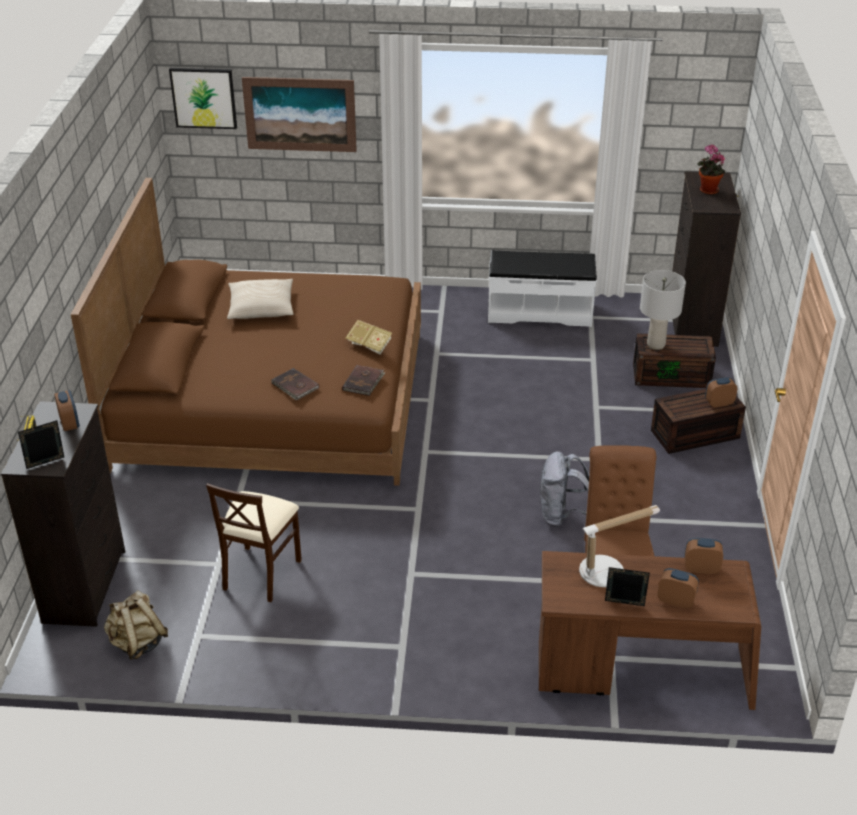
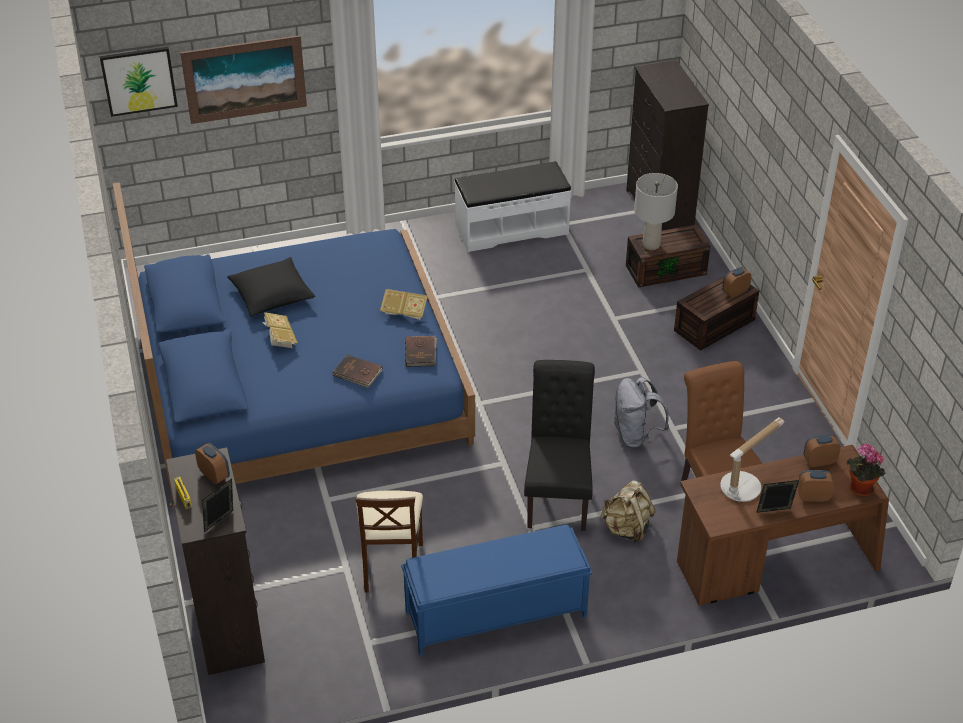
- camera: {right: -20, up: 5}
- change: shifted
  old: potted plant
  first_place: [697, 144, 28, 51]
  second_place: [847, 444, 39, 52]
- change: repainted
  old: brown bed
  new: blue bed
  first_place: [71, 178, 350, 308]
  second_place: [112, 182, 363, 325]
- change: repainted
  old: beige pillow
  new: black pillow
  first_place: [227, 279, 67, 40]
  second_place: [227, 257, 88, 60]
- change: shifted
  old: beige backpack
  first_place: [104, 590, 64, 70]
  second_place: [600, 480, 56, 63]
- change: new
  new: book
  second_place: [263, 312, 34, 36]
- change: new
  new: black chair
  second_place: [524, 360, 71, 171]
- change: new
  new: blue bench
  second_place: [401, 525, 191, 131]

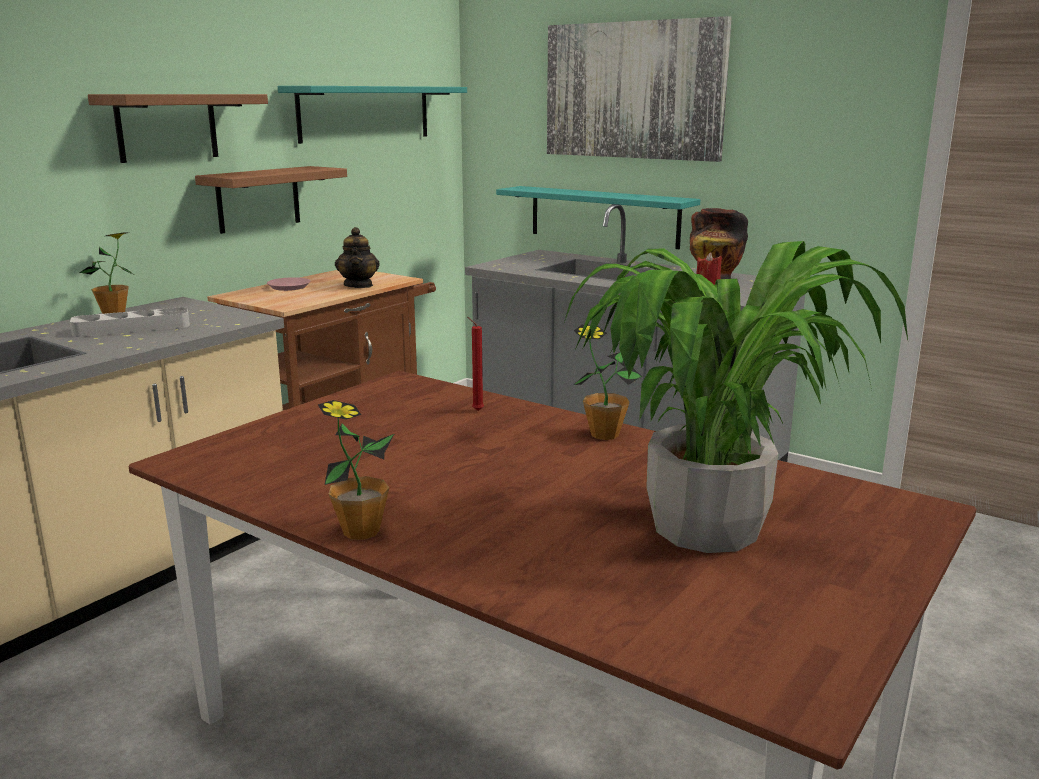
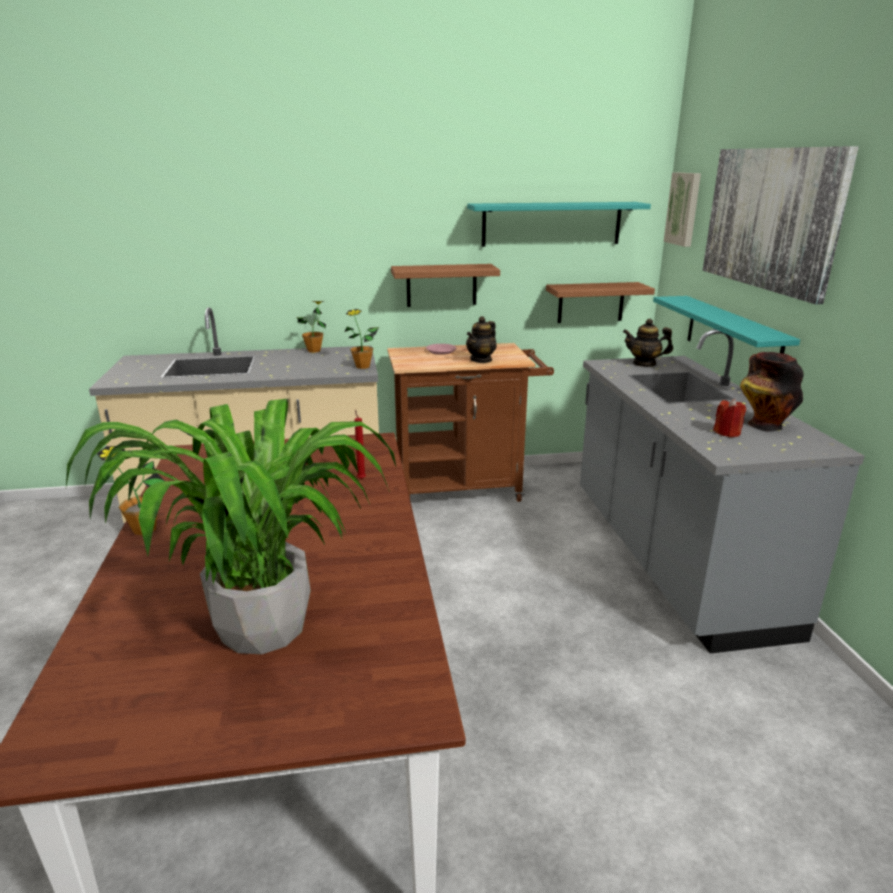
- camera: {right: 45, up: 5}
- change: shifted
  old: shelf
  first_place: [88, 94, 180, 69]
  second_place: [546, 282, 109, 41]
- change: gone
  old: grey tray
  first_place: [70, 307, 120, 30]
- change: shifted
  old: potted plant
  first_place: [574, 325, 68, 115]
  second_place: [344, 309, 35, 60]
- change: new
  new: picture
  second_place: [664, 173, 37, 74]
- change: new
  new: teapot
  second_place: [623, 319, 50, 48]

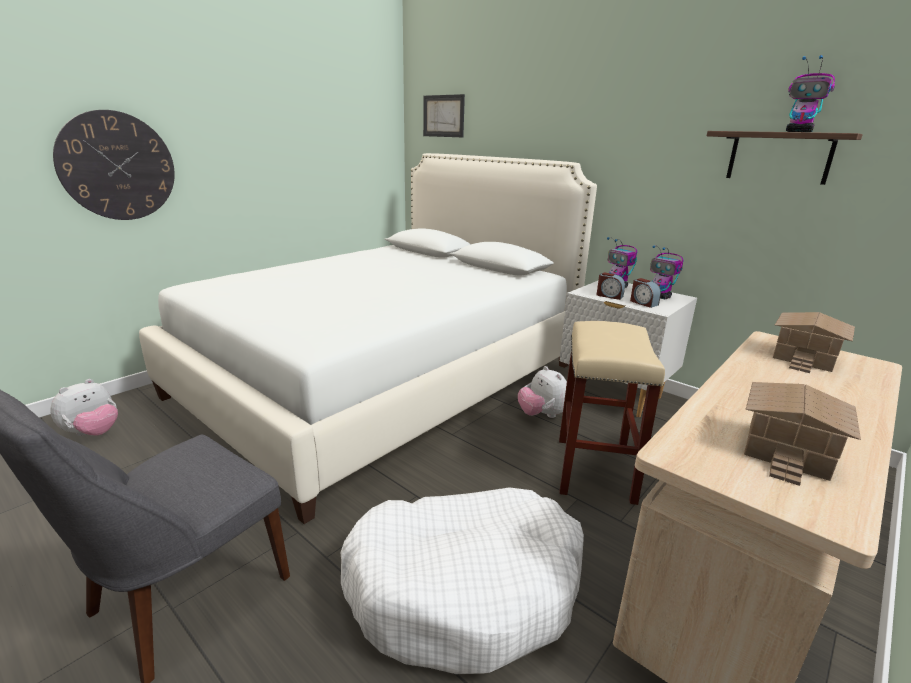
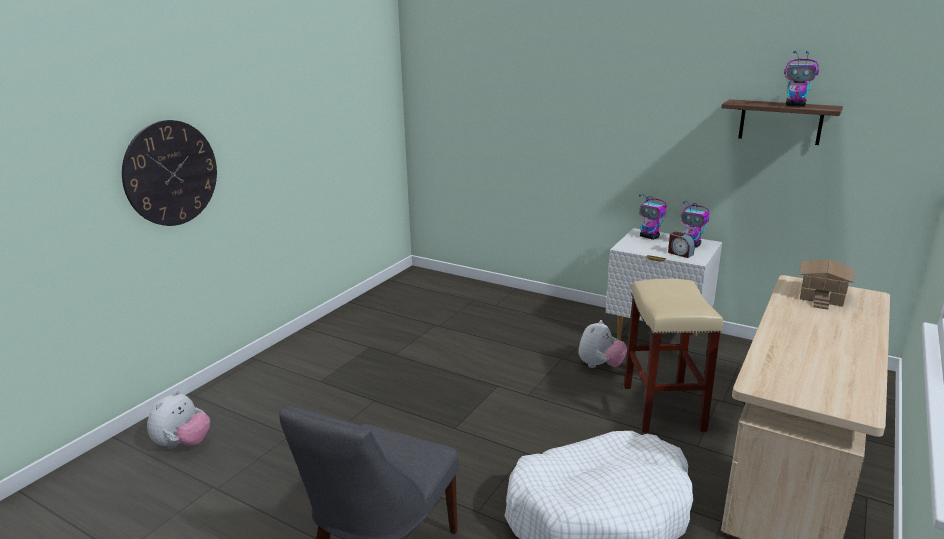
- camera: {right: -10, up: 0}
- change: gone
  old: picture
  first_place: [423, 94, 42, 43]
- change: gone
  old: white bed
  first_place: [139, 153, 458, 371]
- change: gone
  old: alarm clock
  first_place: [597, 272, 28, 28]
- change: rotated
  old: plush toy
  first_place: [518, 366, 49, 52]
  second_place: [578, 320, 49, 48]
  degrees: -105
- change: gone
  old: toy house
  first_place: [744, 382, 117, 104]

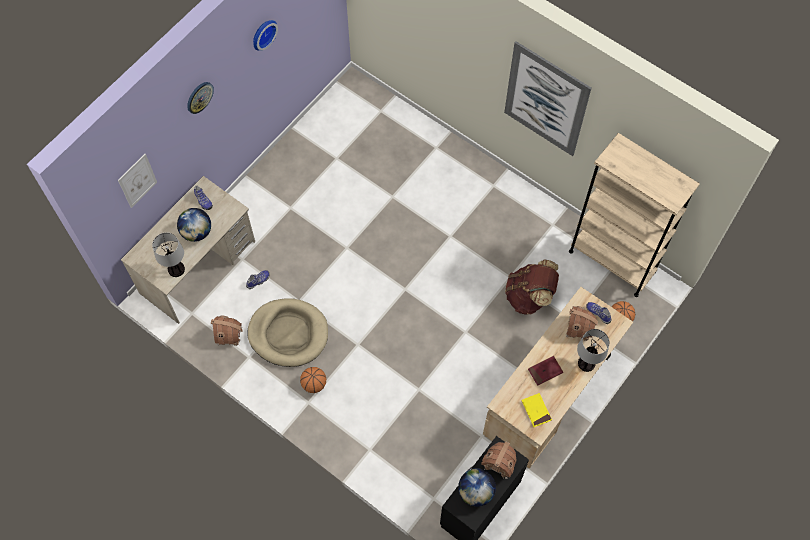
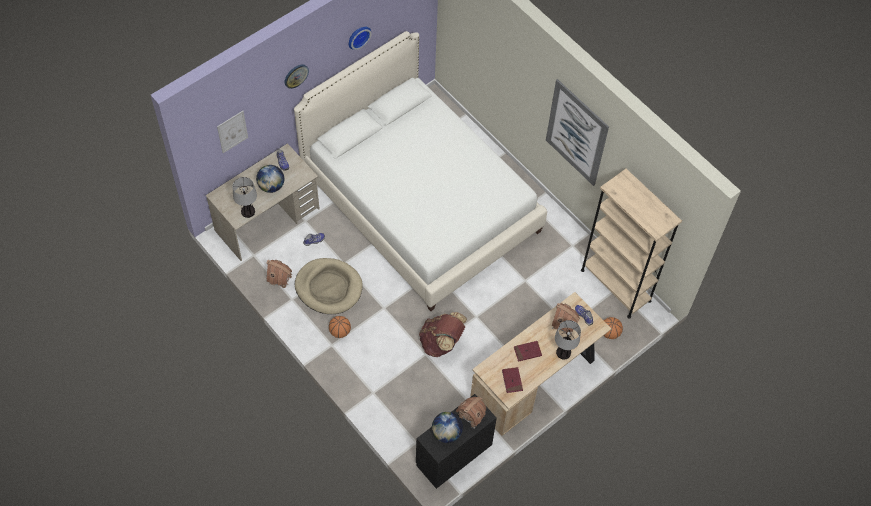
- camera: {right: 10, up: -5}
- change: shifted
  old: brown backpack
  first_place: [505, 260, 54, 55]
  second_place: [419, 312, 48, 45]
- change: repainted
  old: yellow book
  new: red book
  first_place: [522, 393, 30, 34]
  second_place: [502, 367, 21, 26]
- change: new
  new: white bed
  second_place: [294, 31, 253, 280]

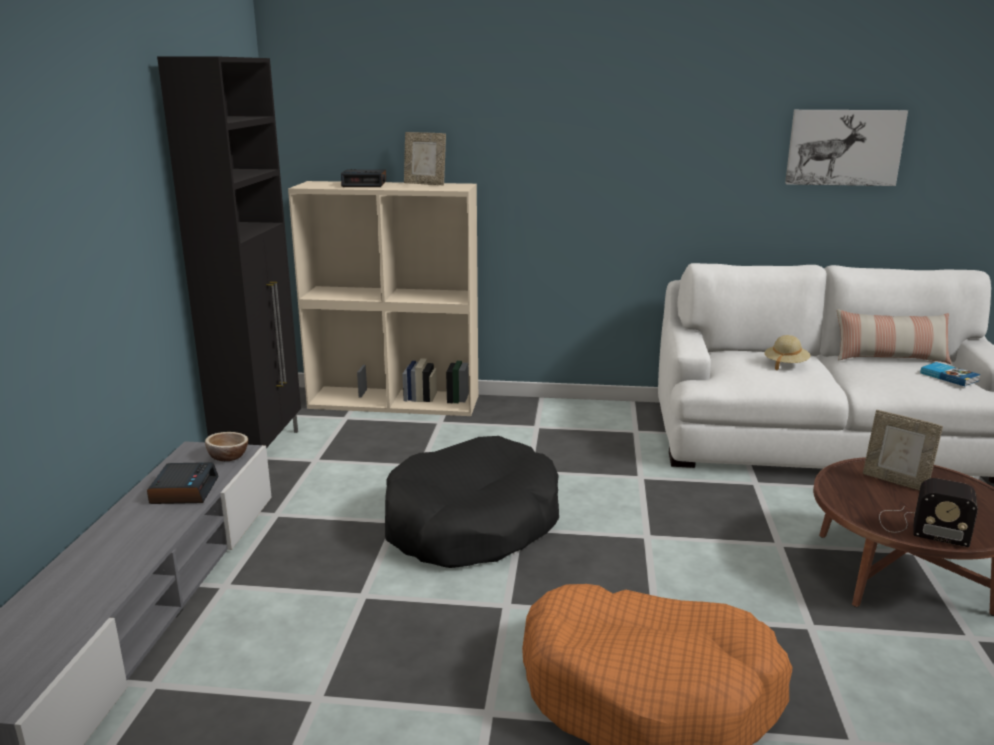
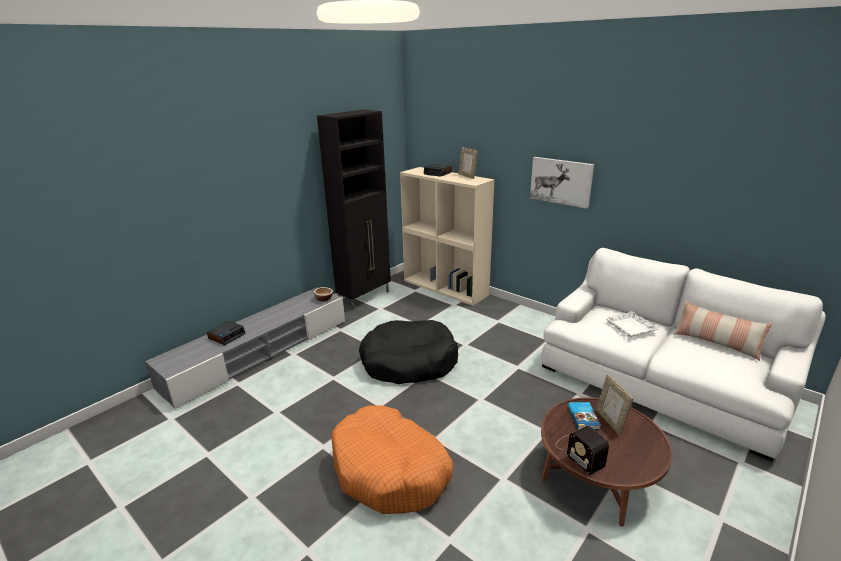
- camera: {right: 35, up: 5}
- change: shifted
  old: picture
  first_place: [785, 110, 123, 76]
  second_place: [530, 157, 64, 52]
- change: swapped
  old: beige hat
  new: white tray
  first_place: [764, 335, 46, 36]
  second_place: [604, 311, 56, 26]
- change: shifted
  old: book
  first_place: [920, 362, 60, 24]
  second_place: [568, 402, 33, 28]
- change: shifted
  old: alarm clock
  first_place: [147, 462, 72, 42]
  second_place: [207, 321, 38, 24]

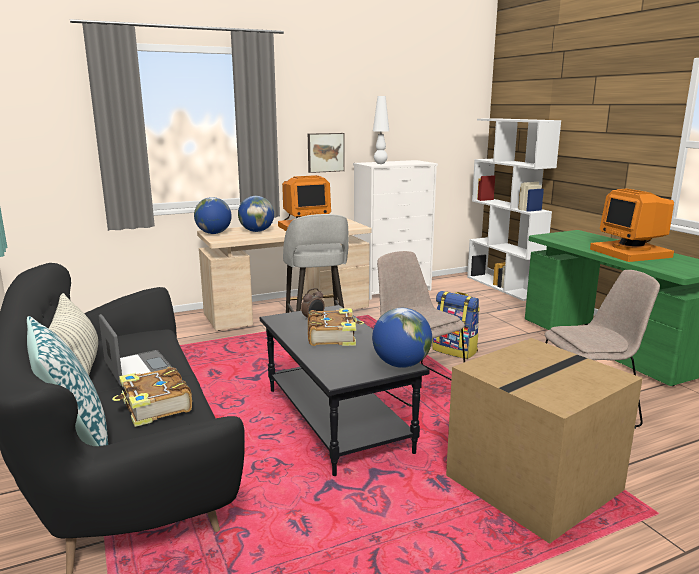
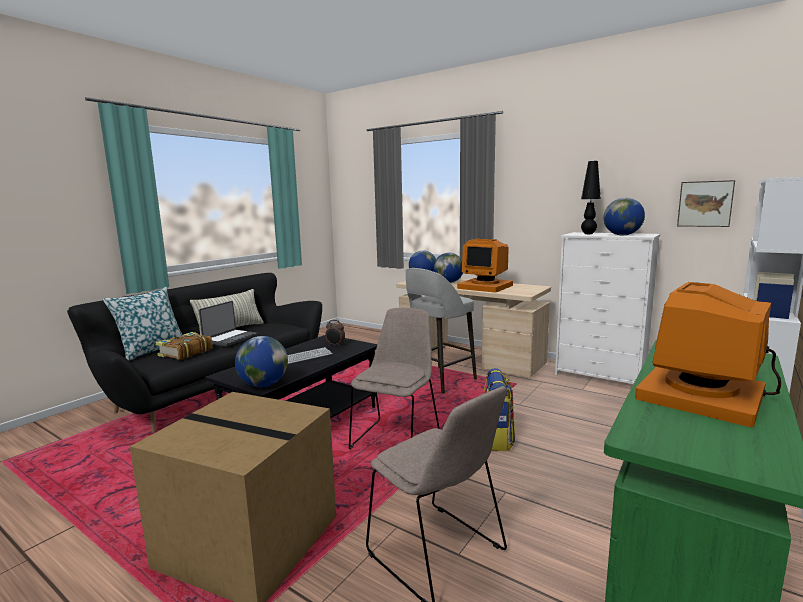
- camera: {right: 60, up: -5}
- change: repainted
  old: white table lamp
  new: black table lamp
  first_place: [373, 96, 16, 68]
  second_place: [581, 161, 20, 73]
- change: shifted
  old: picture
  first_place: [308, 133, 37, 40]
  second_place: [677, 180, 58, 47]
- change: swapped
  old: book
  new: keyboard
  first_place: [308, 308, 56, 38]
  second_place: [287, 347, 46, 17]
- change: new
  new: globe
  second_place: [604, 198, 41, 37]

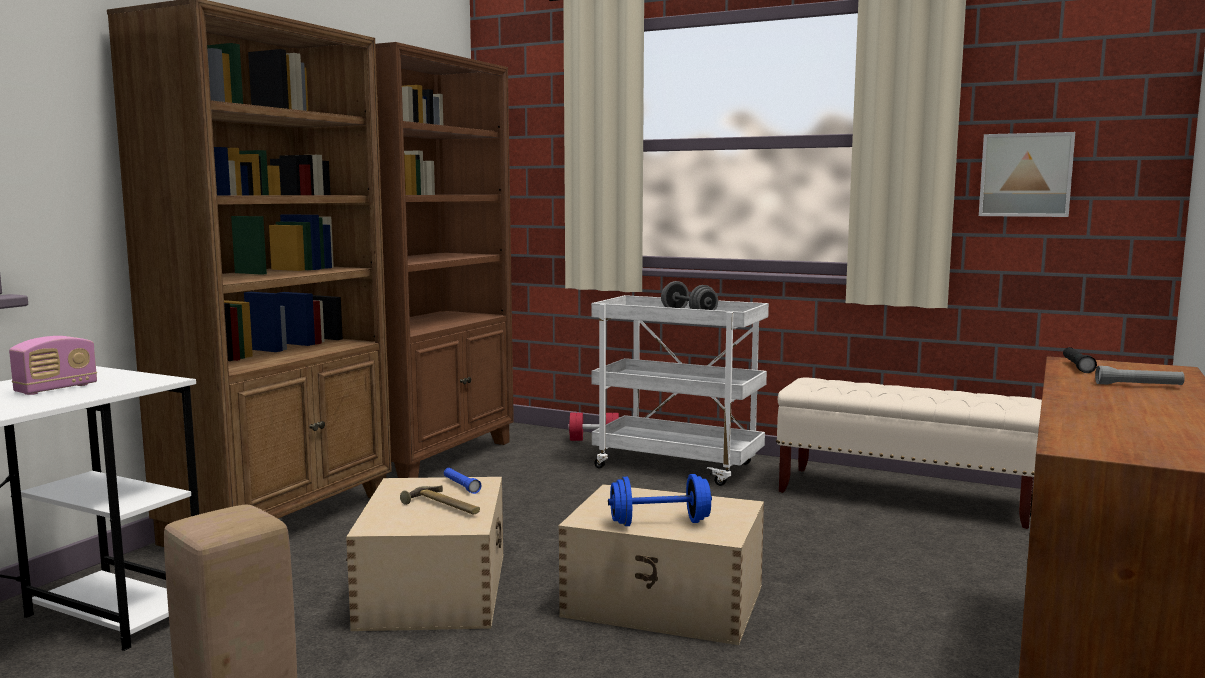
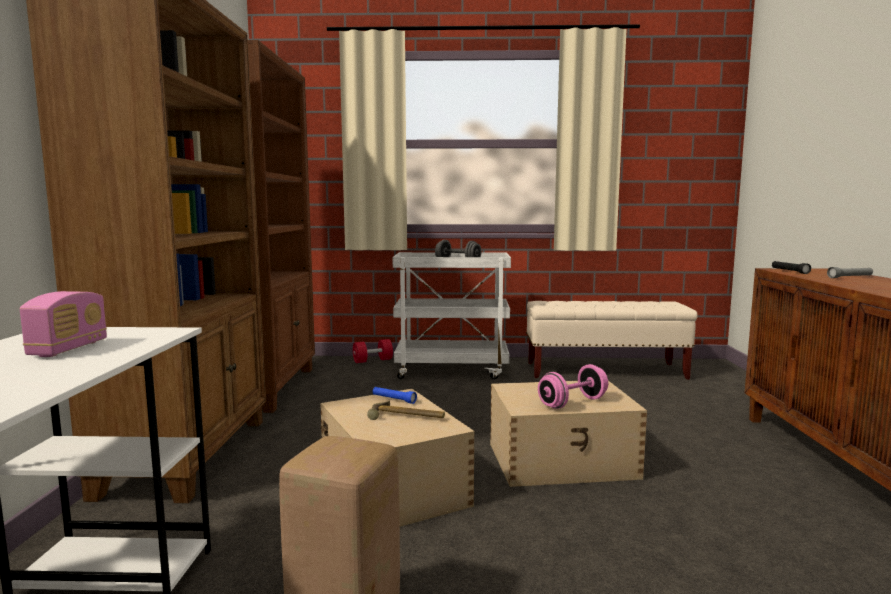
- camera: {right: -25, up: 0}
- change: gone
  old: picture
  first_place: [979, 132, 96, 85]
- change: repainted
  old: blue dumbbell
  new: pink dumbbell
  first_place: [608, 474, 104, 52]
  second_place: [538, 364, 70, 45]

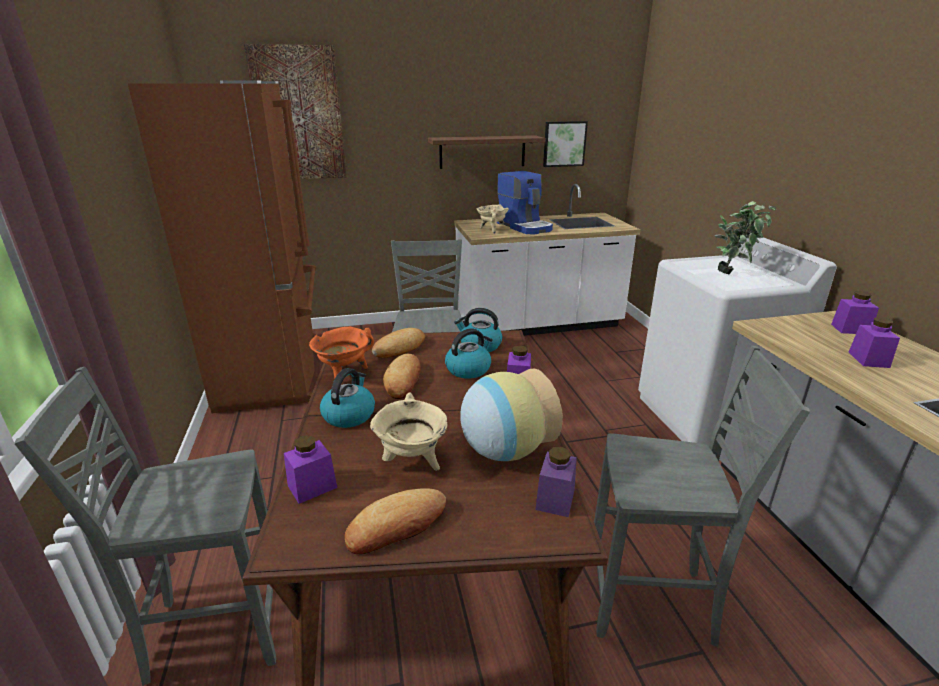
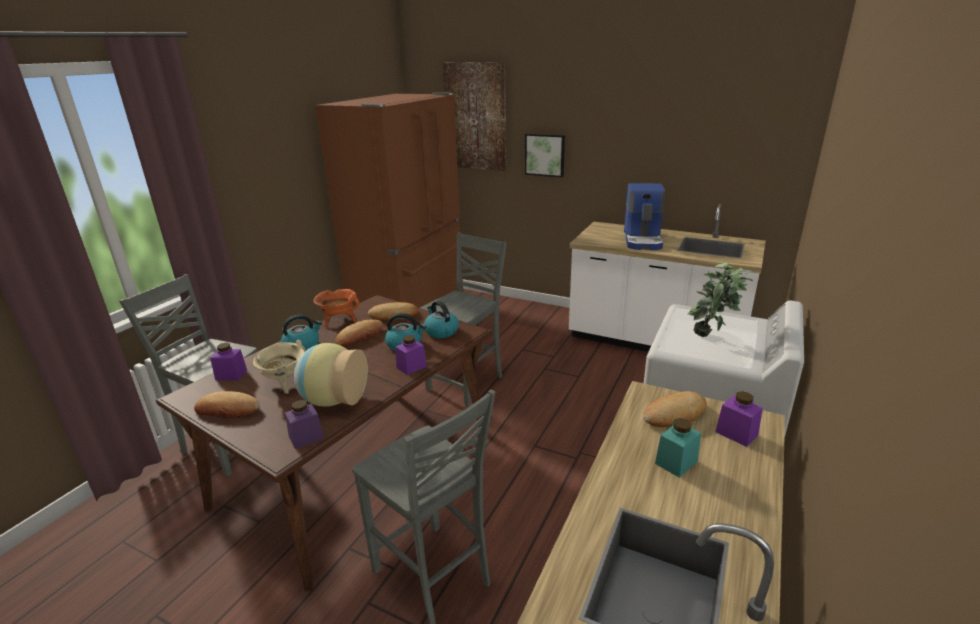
- camera: {right: 40, up: 0}
- change: shifted
  old: picture
  first_place: [543, 121, 45, 46]
  second_place: [525, 133, 40, 44]
- change: gone
  old: brown shelf
  first_place: [428, 135, 118, 34]
- change: gone
  old: beige cooking pot
  first_place: [477, 204, 32, 30]
- change: repainted
  old: purple jar
  new: turquoise jar
  first_place: [849, 317, 51, 51]
  second_place: [655, 418, 46, 60]
- change: new
  new: bread
  second_place: [643, 391, 64, 36]

